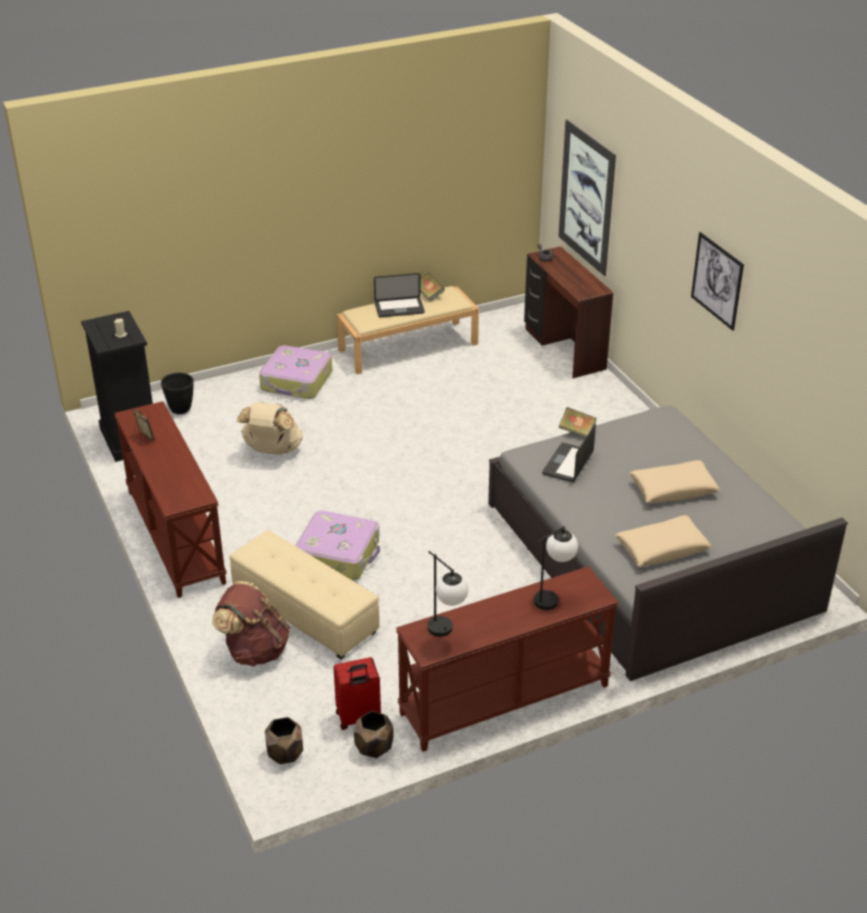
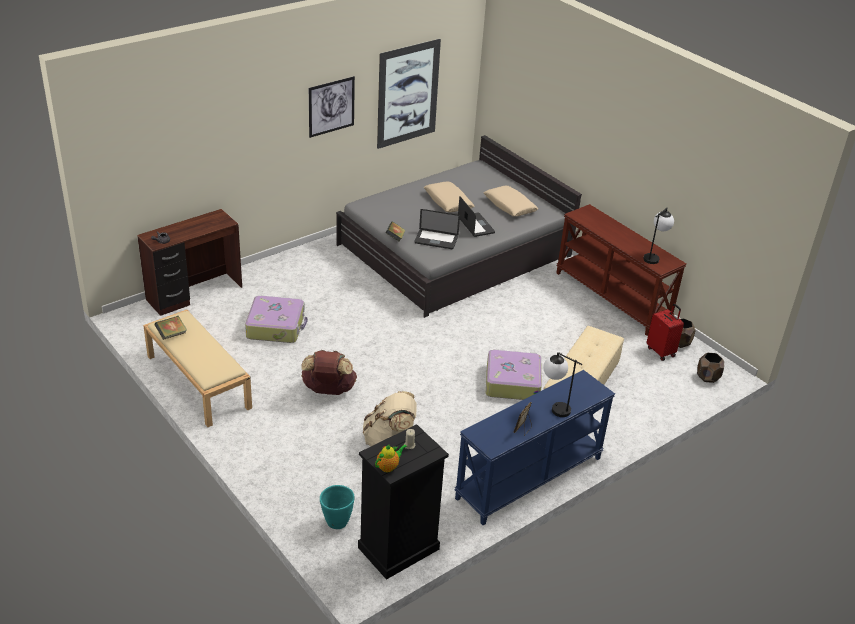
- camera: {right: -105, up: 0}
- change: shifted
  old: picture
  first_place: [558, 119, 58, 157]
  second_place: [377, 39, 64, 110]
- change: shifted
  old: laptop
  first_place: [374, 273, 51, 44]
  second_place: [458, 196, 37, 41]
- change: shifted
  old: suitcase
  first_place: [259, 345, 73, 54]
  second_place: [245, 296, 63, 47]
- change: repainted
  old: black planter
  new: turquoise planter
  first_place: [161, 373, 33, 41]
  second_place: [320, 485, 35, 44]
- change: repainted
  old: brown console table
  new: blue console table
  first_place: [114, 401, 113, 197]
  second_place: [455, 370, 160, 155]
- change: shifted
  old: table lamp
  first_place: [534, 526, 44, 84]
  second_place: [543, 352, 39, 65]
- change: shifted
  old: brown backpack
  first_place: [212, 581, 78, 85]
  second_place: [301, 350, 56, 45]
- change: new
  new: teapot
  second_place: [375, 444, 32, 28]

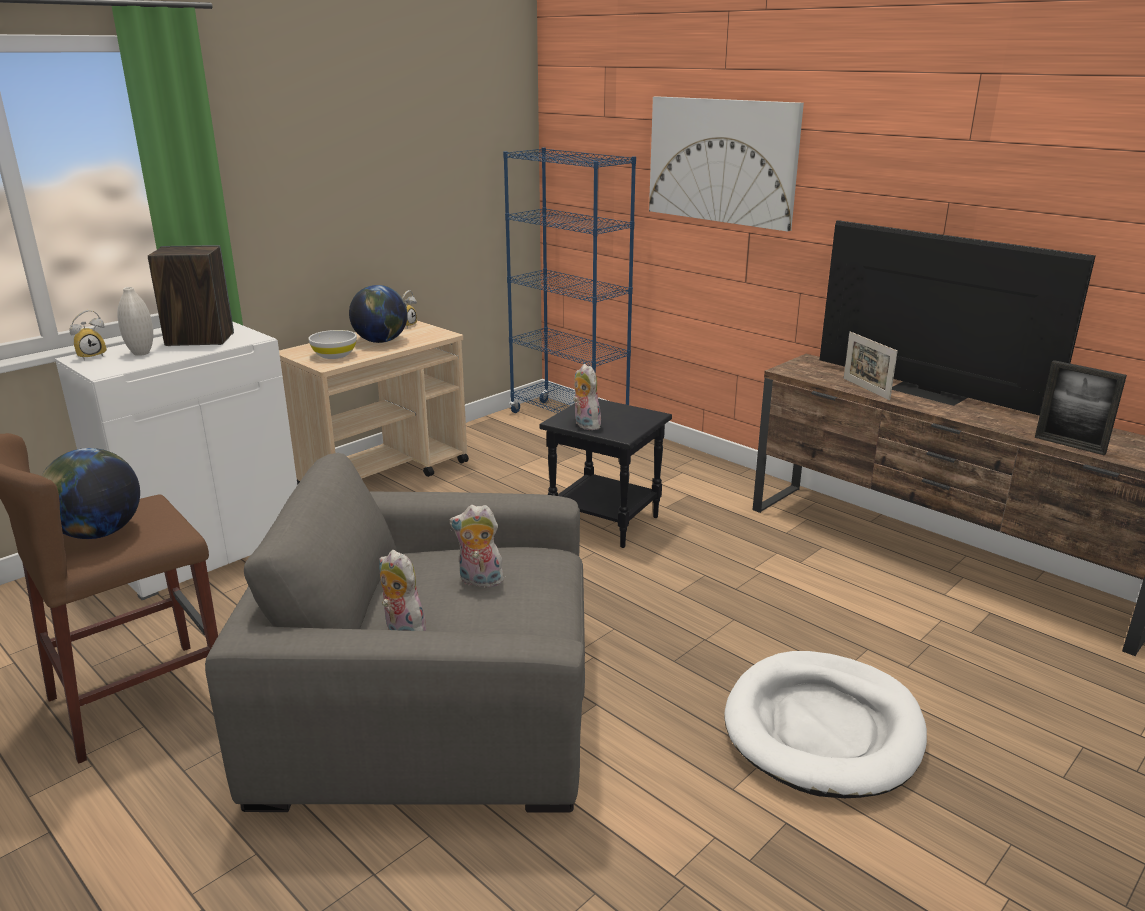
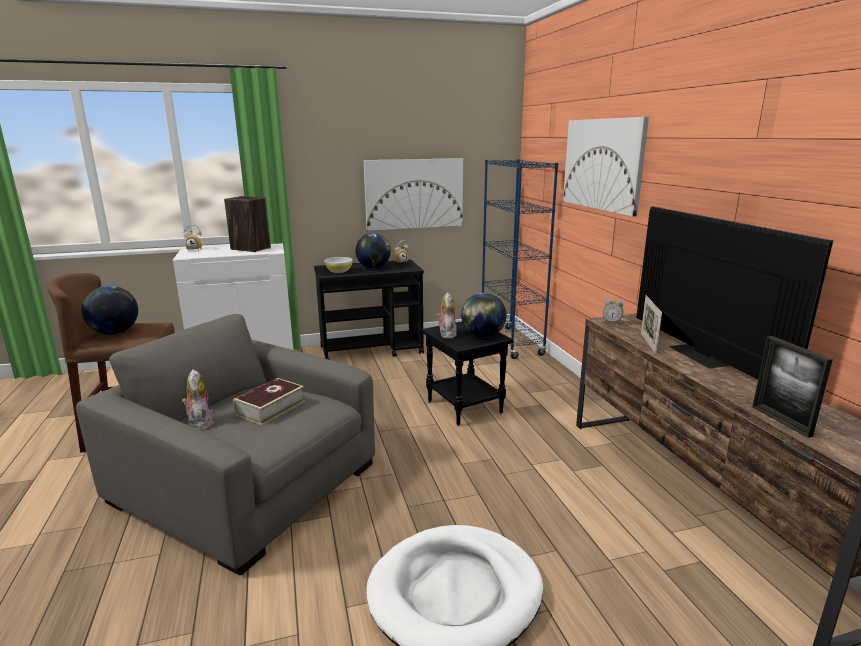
- camera: {right: 30, up: -5}
- change: gone
  old: white vase
  first_place: [117, 287, 36, 69]
- change: repainted
  old: beige cart
  new: black cart
  first_place: [279, 320, 190, 165]
  second_place: [314, 259, 110, 100]
- change: swapped
  old: plush toy
  new: book
  first_place: [449, 505, 55, 85]
  second_place: [233, 378, 72, 47]
- change: new
  new: picture
  second_place: [364, 158, 99, 73]
- change: new
  new: globe
  second_place: [461, 293, 45, 45]
- change: new
  new: alarm clock
  second_place: [603, 299, 20, 26]

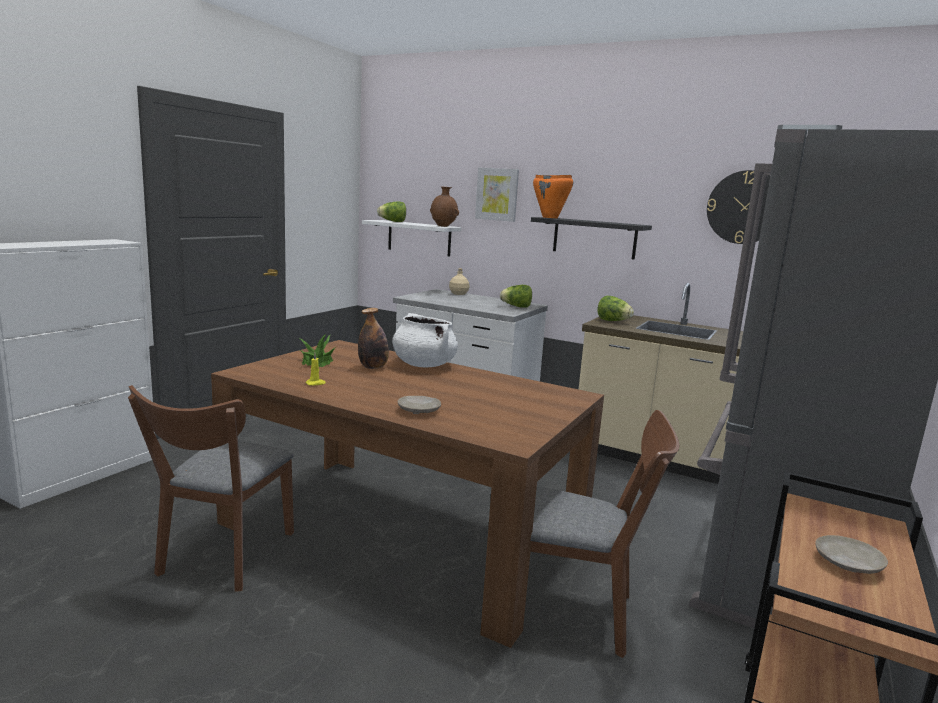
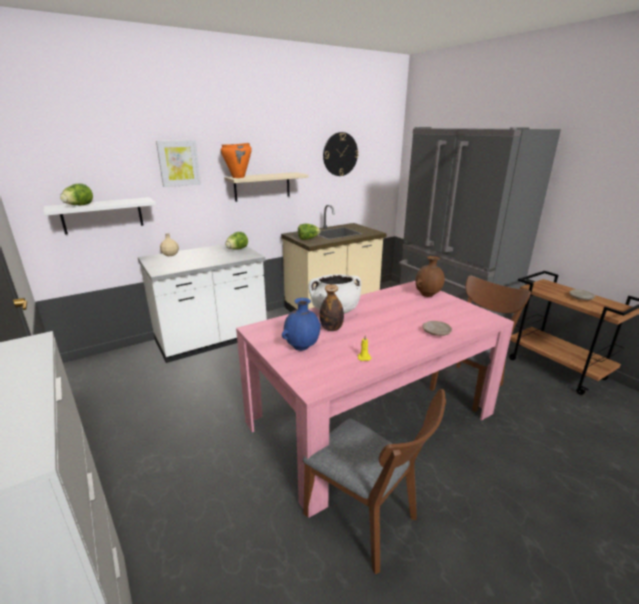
- camera: {right: -60, up: 10}
- change: shifted
  old: brown vase
  first_place: [430, 186, 29, 41]
  second_place: [415, 256, 30, 41]
- change: repainted
  old: black shelf
  new: beige shelf
  first_place: [531, 217, 121, 43]
  second_place: [224, 172, 85, 30]
- change: swapped
  old: potted plant
  new: blue vase
  first_place: [298, 334, 38, 33]
  second_place: [282, 298, 39, 53]
- change: repainted
  old: brown dining table
  new: pink dining table
  first_place: [211, 340, 393, 308]
  second_place: [236, 281, 278, 237]

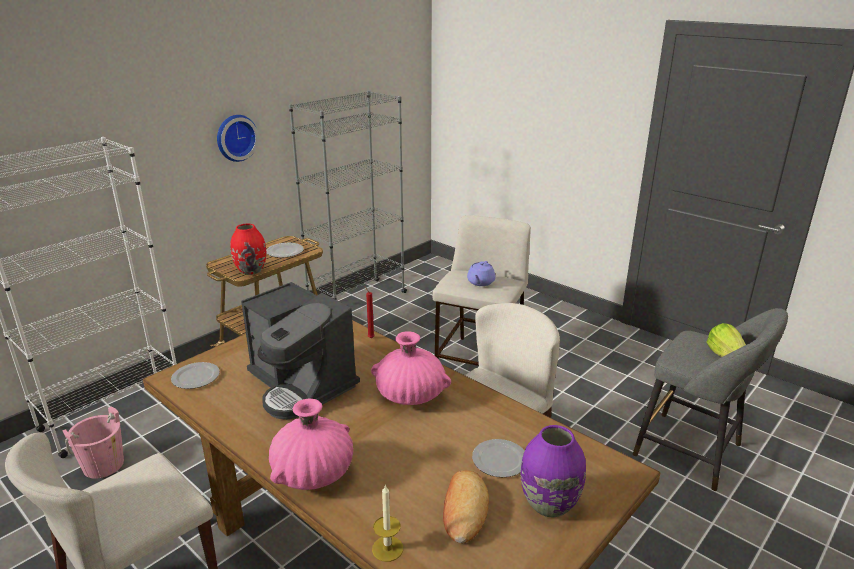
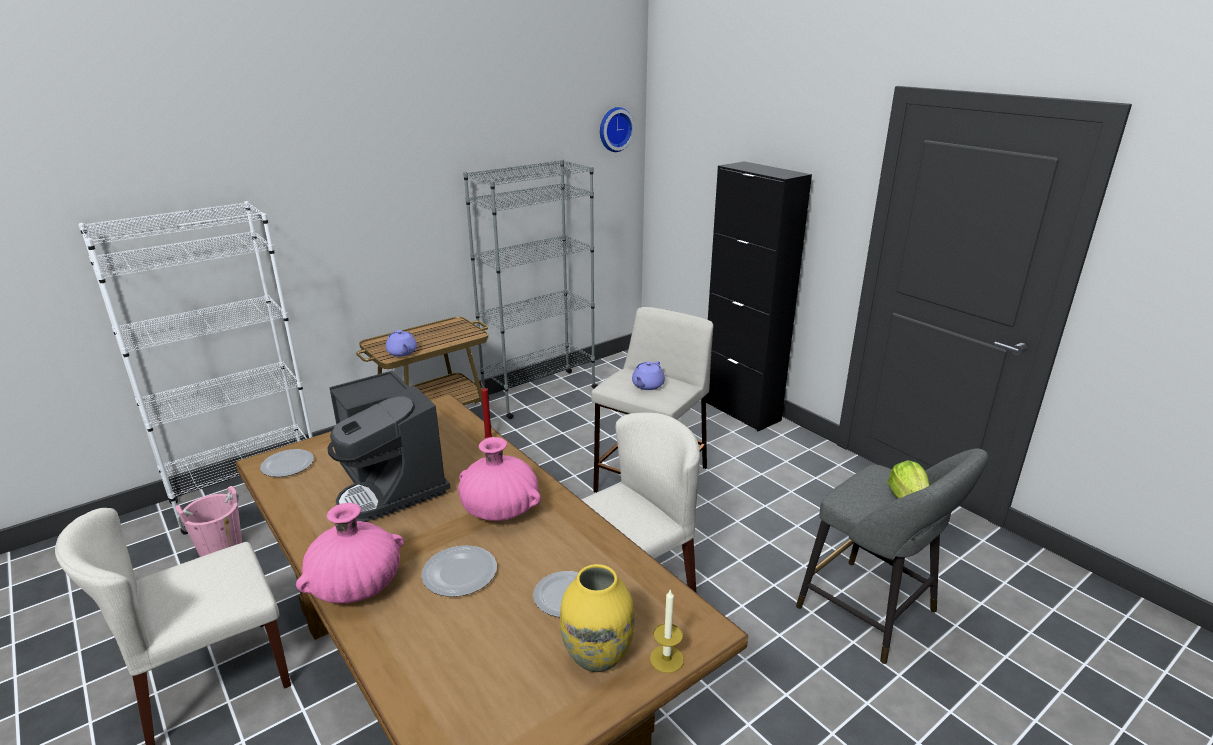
- camera: {right: 10, up: 0}
- change: shifted
  old: wall clock
  first_place: [217, 115, 42, 47]
  second_place: [600, 107, 35, 45]
- change: swapped
  old: red vase
  new: purple teapot
  first_place: [230, 224, 36, 51]
  second_place: [386, 330, 31, 27]
- change: shifted
  old: plate
  first_place: [266, 243, 38, 15]
  second_place: [421, 545, 76, 52]
- change: repainted
  old: purple vase
  new: yellow vase
  first_place: [521, 425, 65, 92]
  second_place: [560, 564, 75, 108]
- change: gone
  old: bread
  first_place: [443, 470, 46, 73]
- change: shifted
  old: candle
  first_place: [372, 485, 31, 77]
  second_place: [650, 589, 34, 84]
- change: new
  new: black cabinet
  second_place: [706, 161, 106, 270]

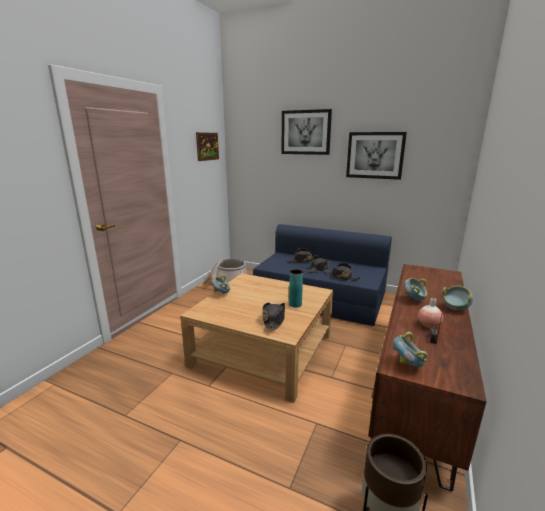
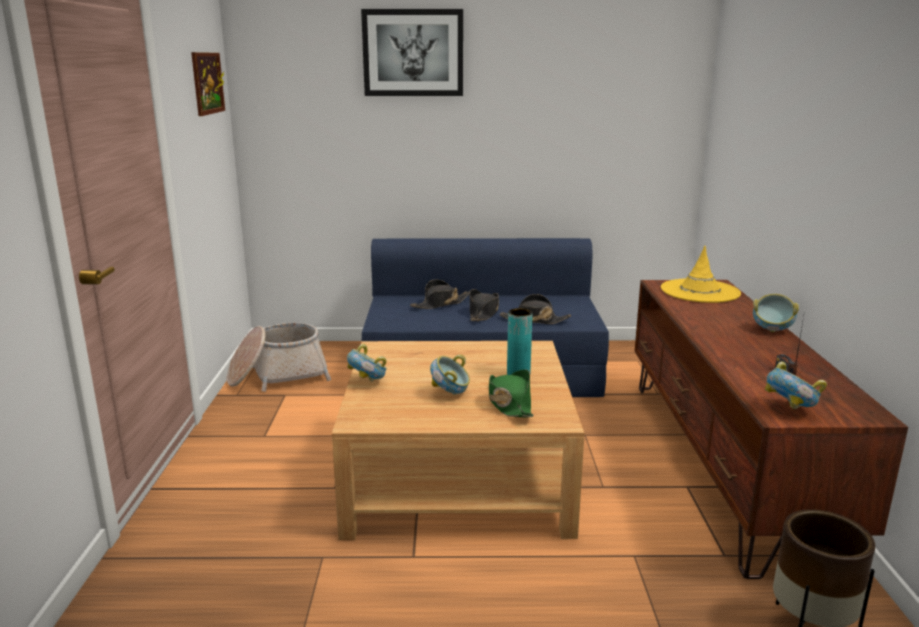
- camera: {right: -25, up: 0}
- change: gone
  old: picture
  first_place: [346, 132, 61, 48]
- change: shifted
  old: bowl
  first_place: [404, 278, 23, 23]
  second_place: [430, 355, 40, 40]
- change: gone
  old: vase
  first_place: [418, 298, 25, 30]
- change: repainted
  old: black hat
  new: green hat
  first_place: [262, 303, 23, 27]
  second_place: [489, 370, 45, 47]
- change: new
  new: yellow hat
  second_place: [661, 246, 80, 57]

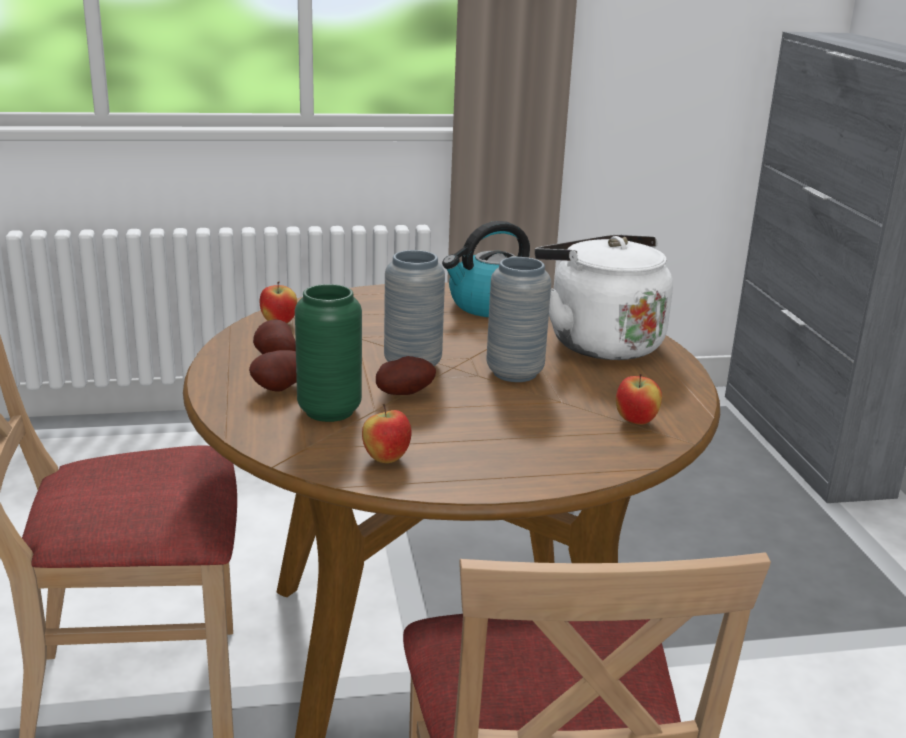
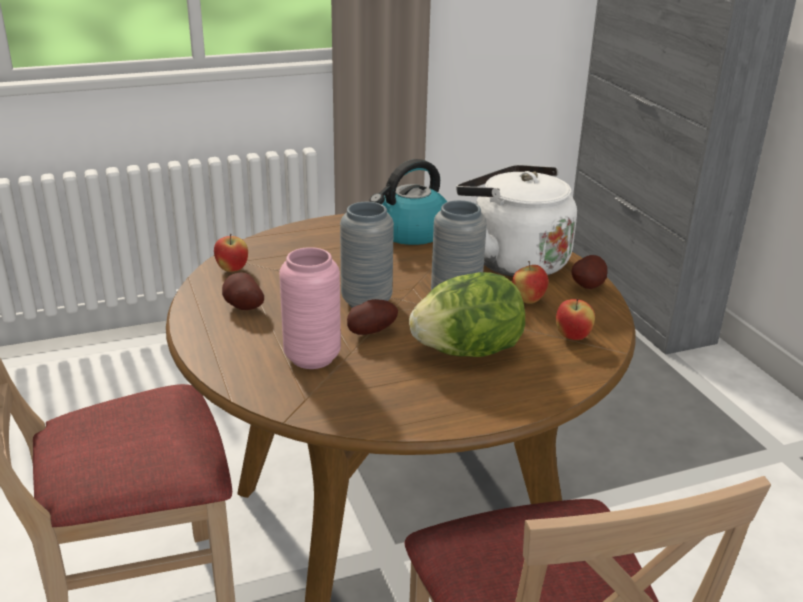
- camera: {right: -10, up: 5}
- change: repainted
  old: green vase
  new: pink vase
  first_place: [295, 284, 67, 138]
  second_place: [279, 247, 62, 122]
- change: shifted
  old: potato
  first_place: [249, 350, 48, 42]
  second_place: [571, 255, 36, 34]
- change: shifted
  old: apple
  first_place: [362, 404, 50, 59]
  second_place: [512, 261, 37, 43]
- change: new
  new: lettuce
  second_place: [409, 272, 116, 85]

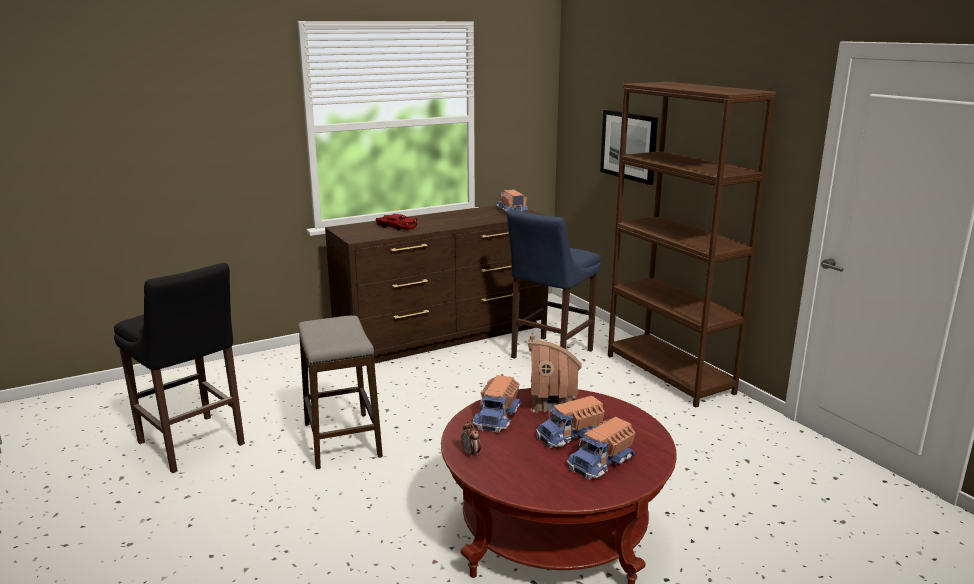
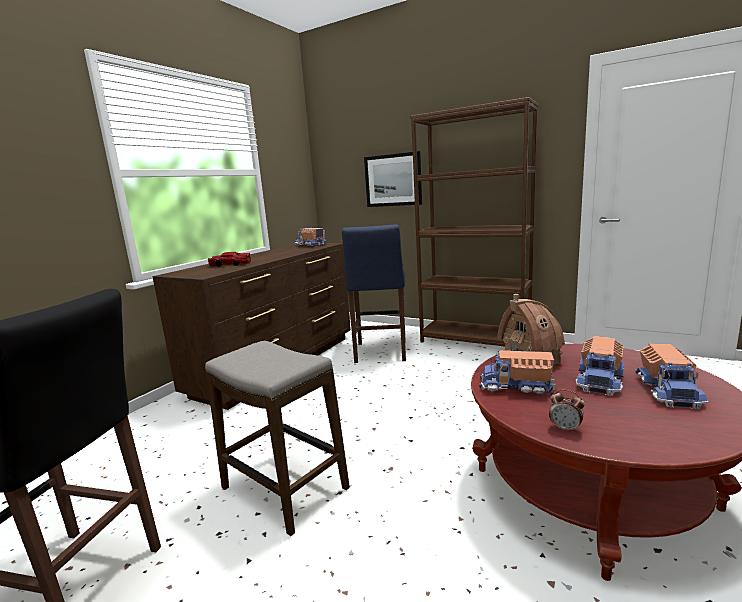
- camera: {right: -30, up: -5}
- change: rotated
  old: toy truck
  first_place: [472, 375, 49, 58]
  second_place: [480, 350, 76, 44]
  degrees: 120

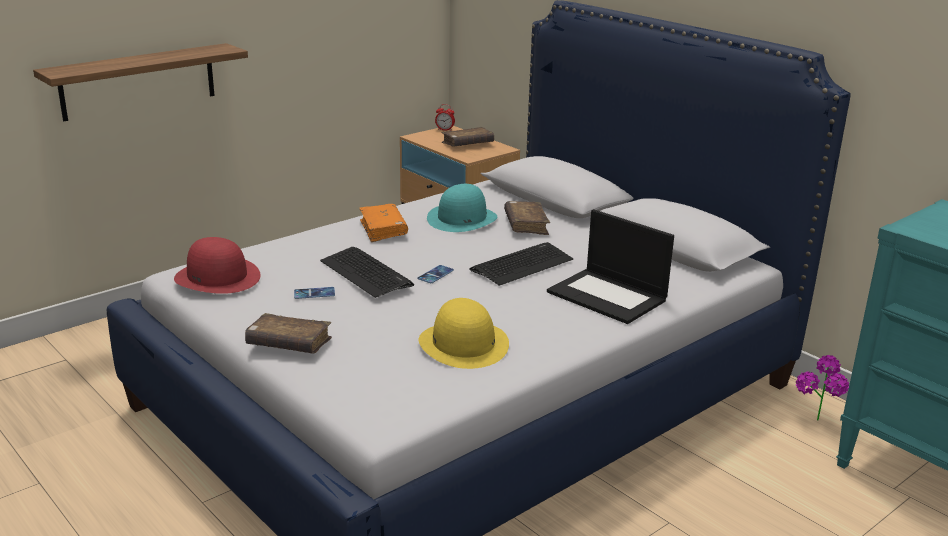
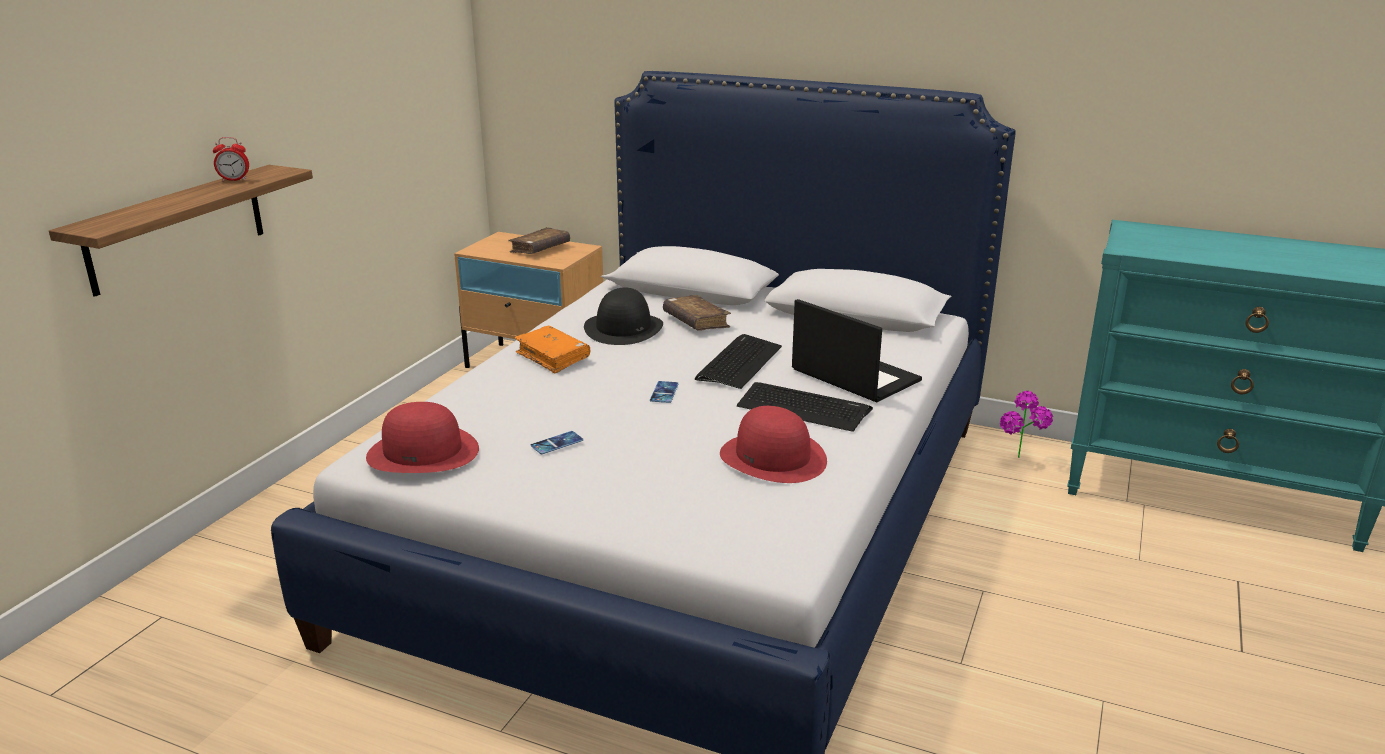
- camera: {right: -25, up: 0}
- change: shifted
  old: alarm clock
  first_place: [435, 104, 20, 27]
  second_place: [213, 137, 36, 44]
- change: repainted
  old: turquoise hat
  new: black hat
  first_place: [427, 184, 70, 48]
  second_place: [584, 287, 79, 58]
- change: rotated
  old: laptop
  first_place: [547, 209, 127, 115]
  second_place: [792, 299, 130, 103]
  degrees: -150
- change: shifted
  old: keyboard
  first_place: [320, 247, 94, 51]
  second_place: [737, 382, 136, 50]
- change: repainted
  old: yellow hat
  new: red hat
  first_place: [419, 298, 90, 71]
  second_place: [720, 406, 107, 77]
- change: gone
  old: brown book
  first_place: [245, 313, 87, 41]

